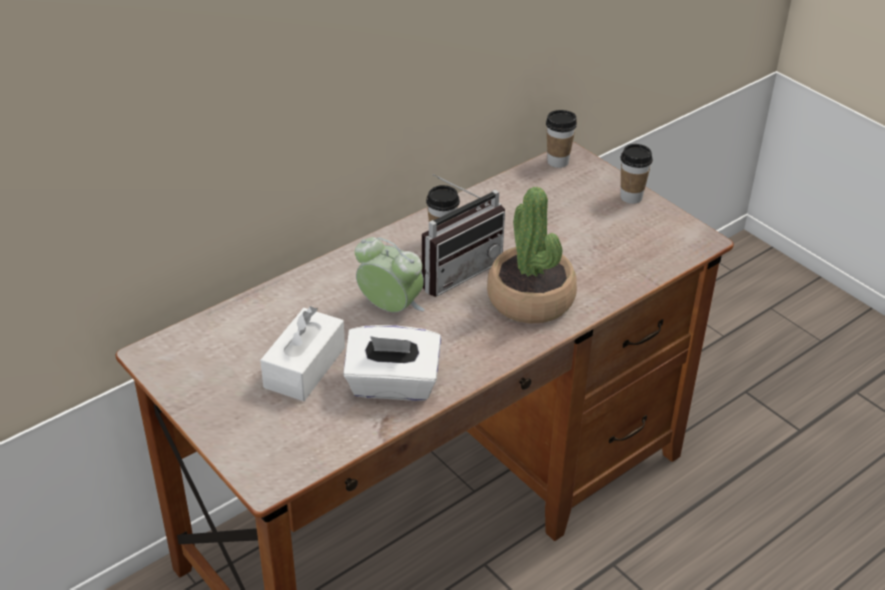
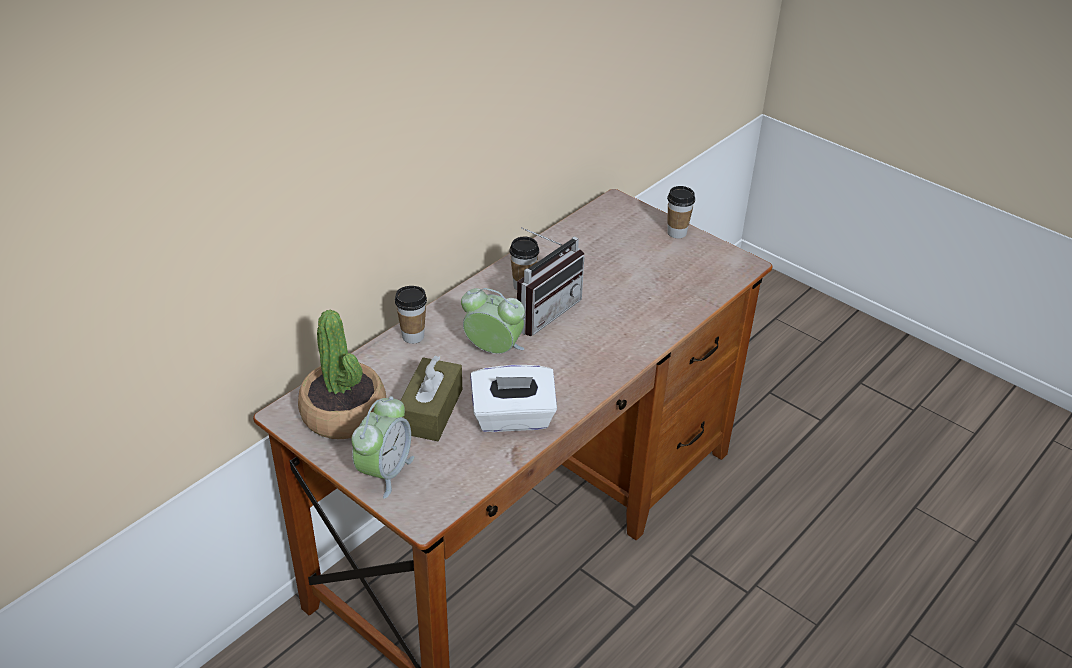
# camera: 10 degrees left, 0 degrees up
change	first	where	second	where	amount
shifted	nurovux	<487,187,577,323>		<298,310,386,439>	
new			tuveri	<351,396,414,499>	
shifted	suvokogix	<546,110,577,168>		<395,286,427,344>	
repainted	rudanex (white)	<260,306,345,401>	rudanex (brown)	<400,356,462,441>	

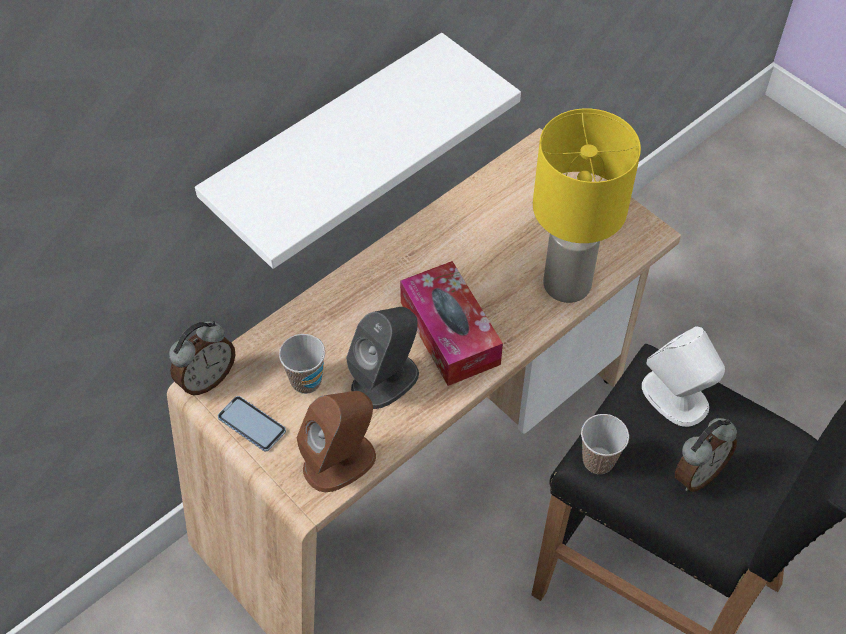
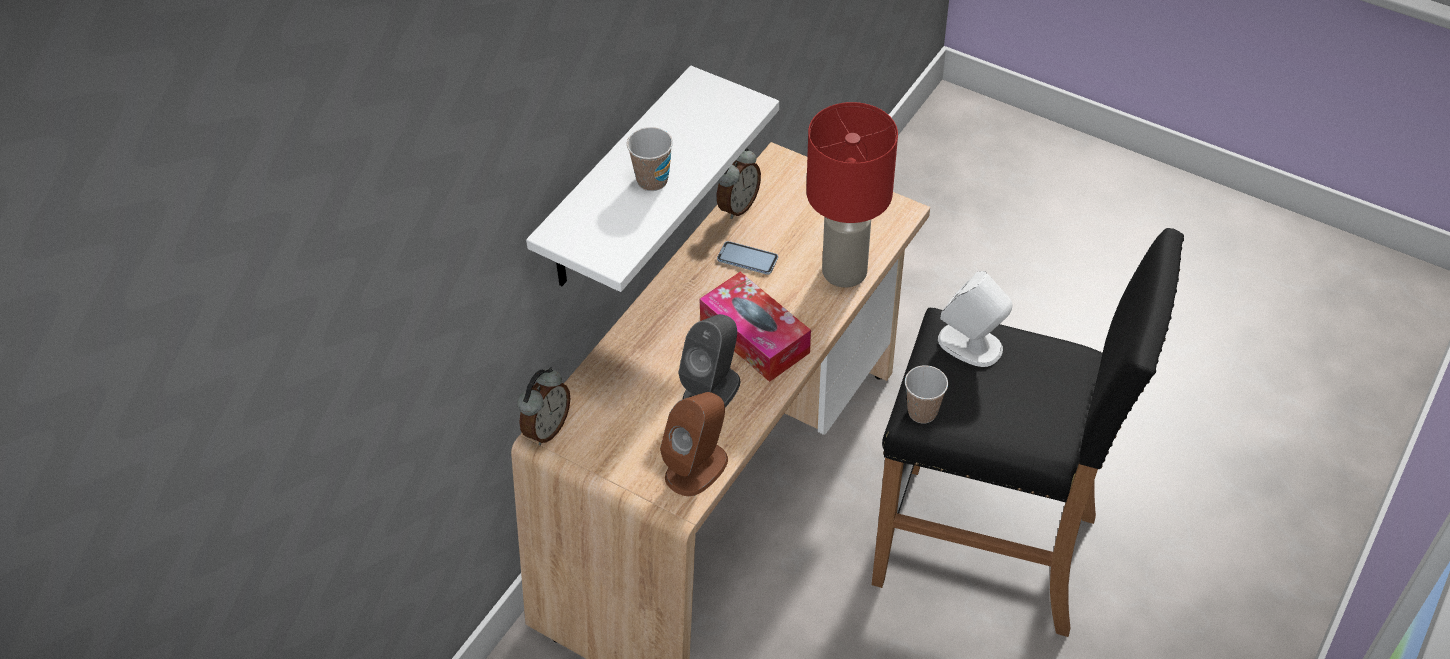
# camera: 15 degrees left, 5 degrees down
change	first	where	second	where	amount
shifted	suvokogix	<279,334,325,394>		<627,127,673,191>	
shifted	tuveri	<675,418,737,492>		<717,147,761,219>	
shifted	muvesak	<218,396,286,451>		<717,241,778,275>	
repainted	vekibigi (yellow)	<533,109,641,303>	vekibigi (red)	<806,102,898,288>	

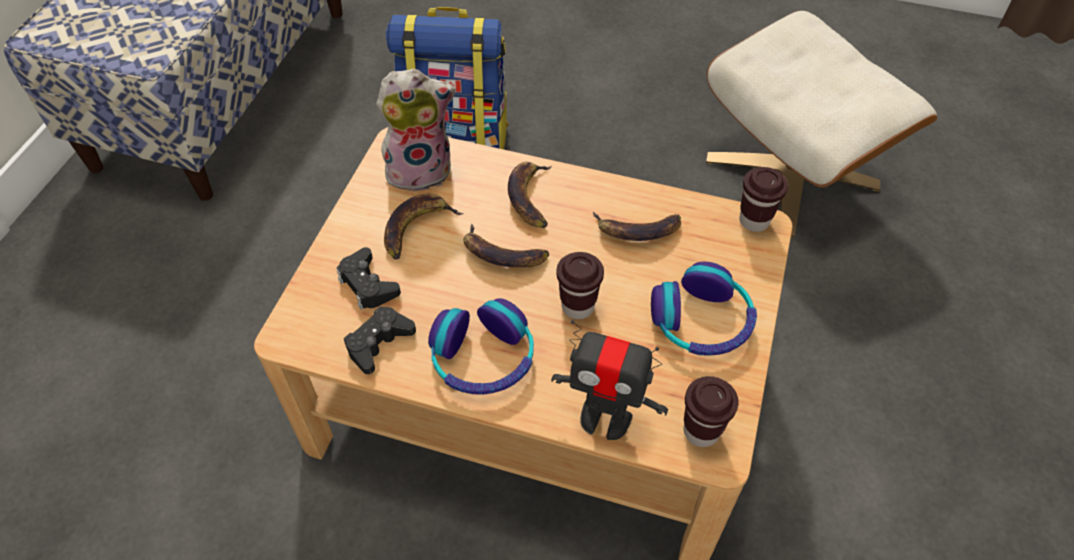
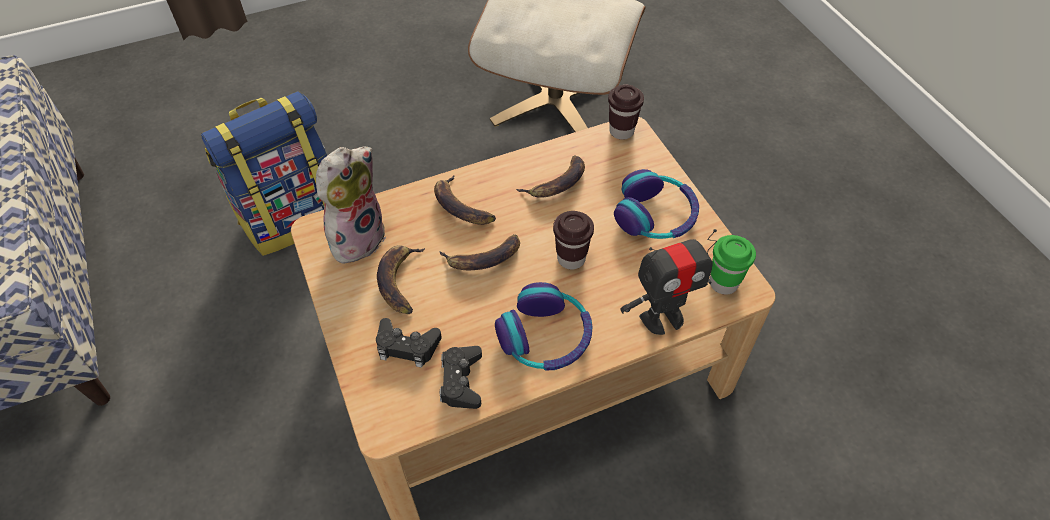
# camera: 40 degrees left, 0 degrees up
change	first	where	second	where	amount
repainted	suvokogix (brown)	<684,376,739,447>	suvokogix (green)	<710,235,756,295>	

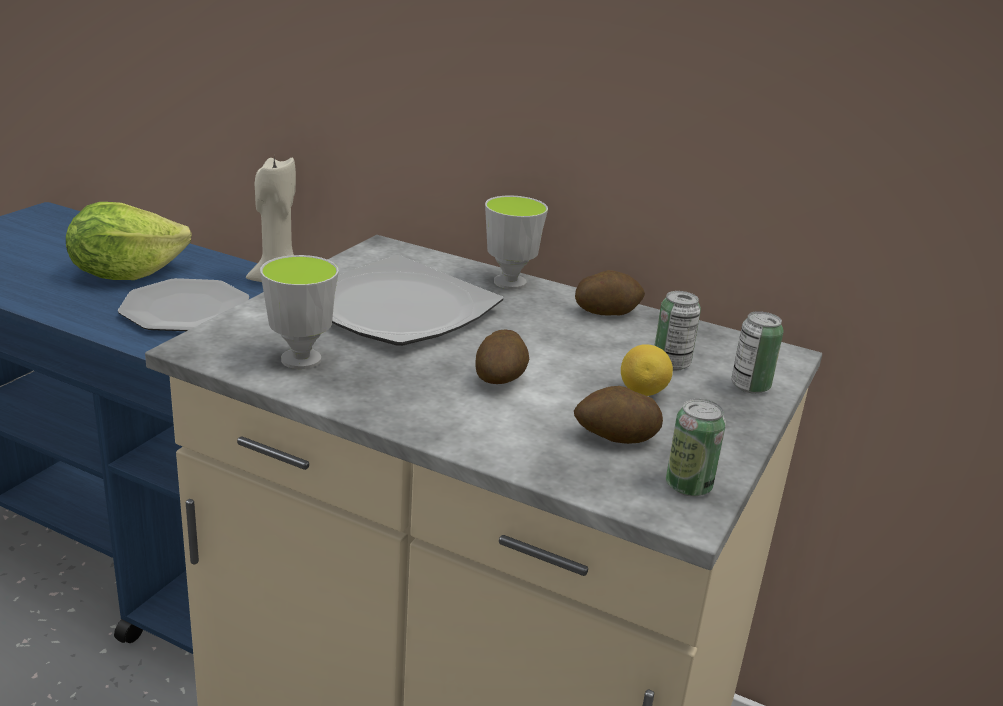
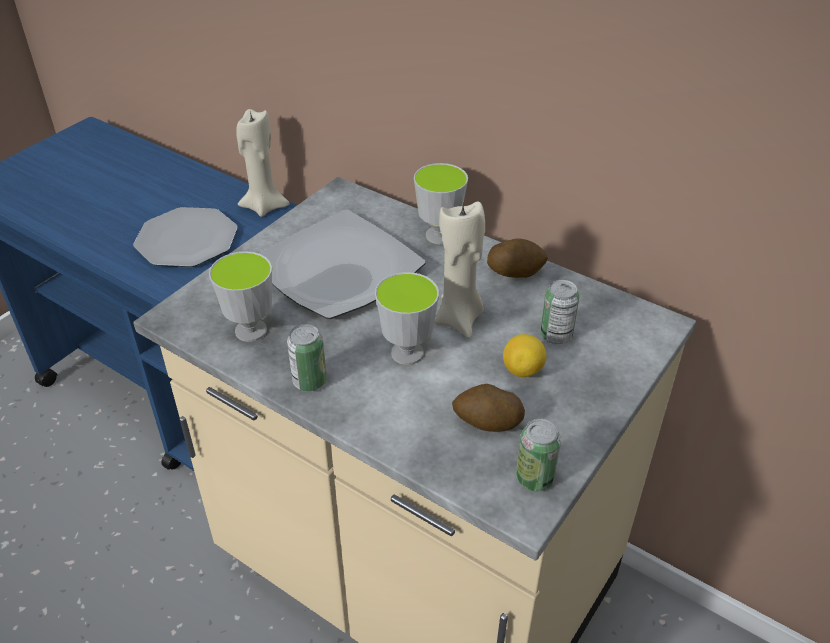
# camera: 10 degrees right, 15 degrees up
change	first	where	second	where	amount
shifted	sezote	<731,311,783,394>		<287,324,327,391>	
swapped	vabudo	<475,329,530,384>	suvokogix	<375,272,439,365>	
new			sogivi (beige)	<435,201,485,338>	
gone	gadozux	<66,202,192,280>			

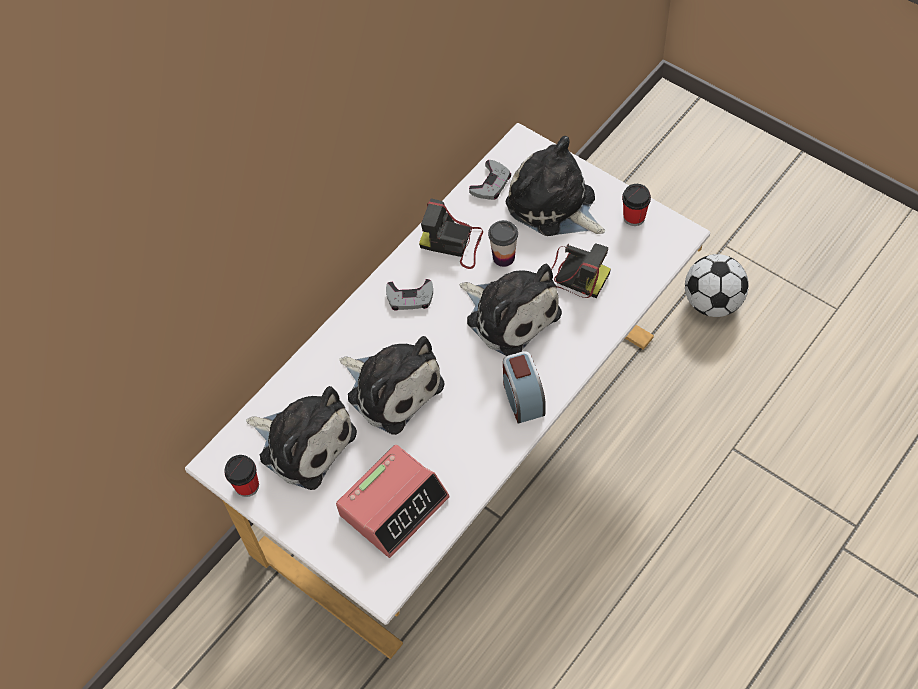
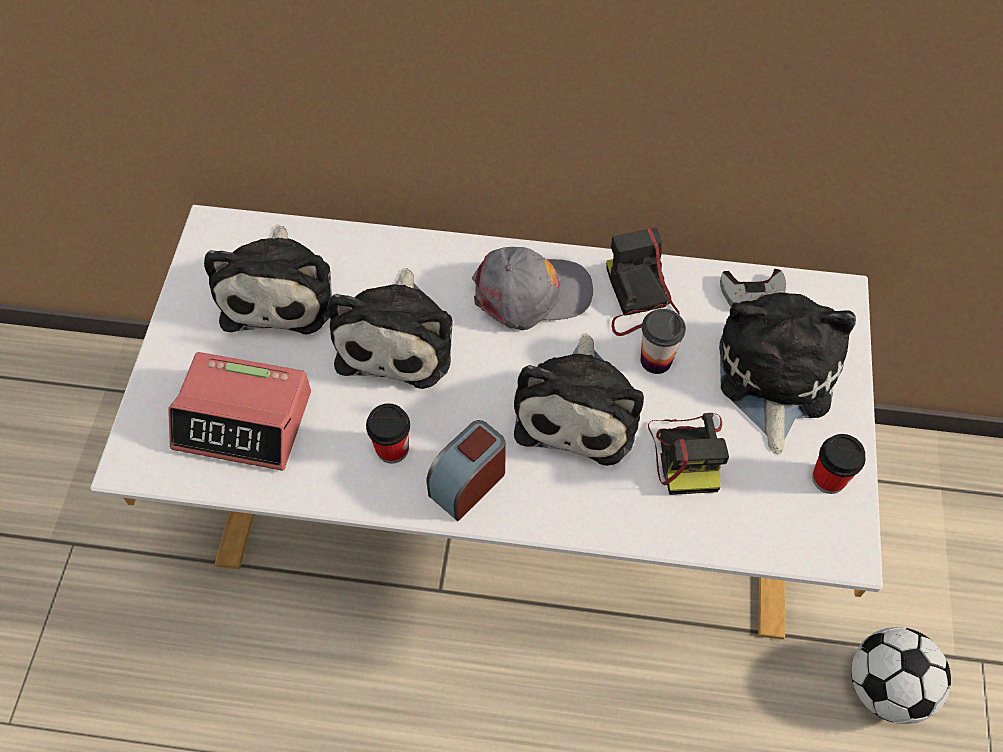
# camera: 55 degrees right, 0 degrees up
change	first	where	second	where	amount
shifted	suvokogix	<224,455,259,497>		<366,403,410,464>	
swapped	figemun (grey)	<386,279,433,311>	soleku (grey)	<471,247,593,330>	

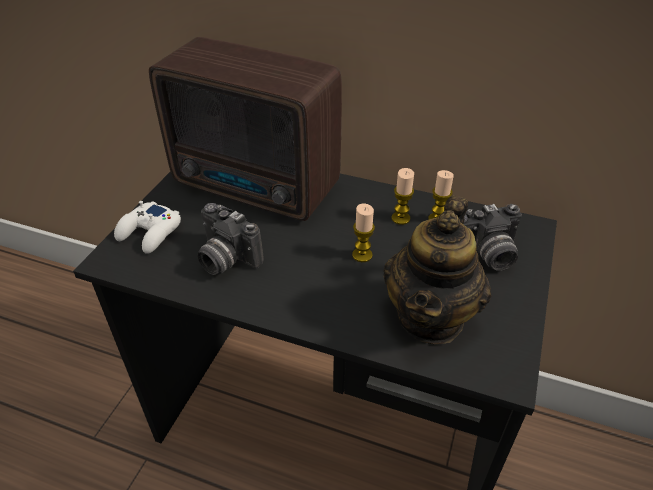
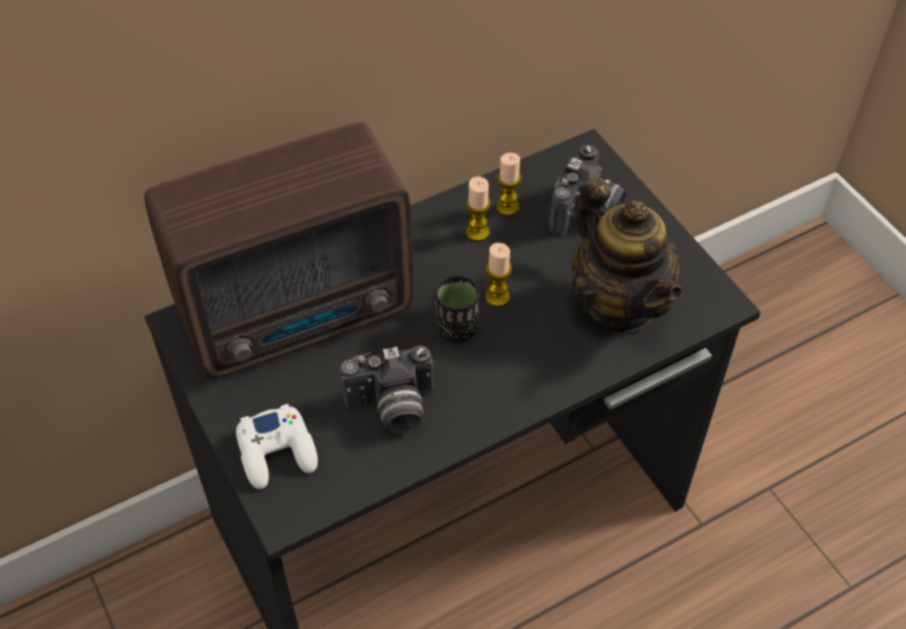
# camera: 50 degrees left, 10 degrees up
change	first	where	second	where	amount
new			suvokogix (black)	<435,274,479,343>	

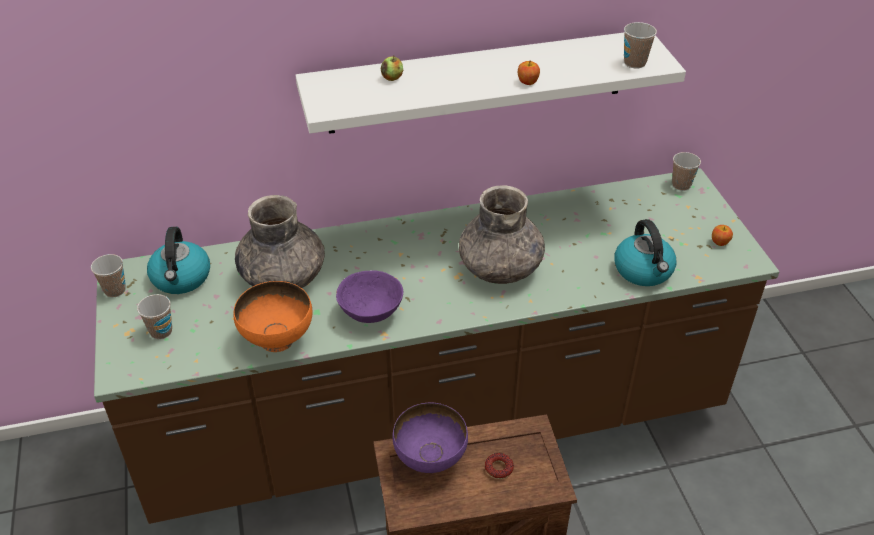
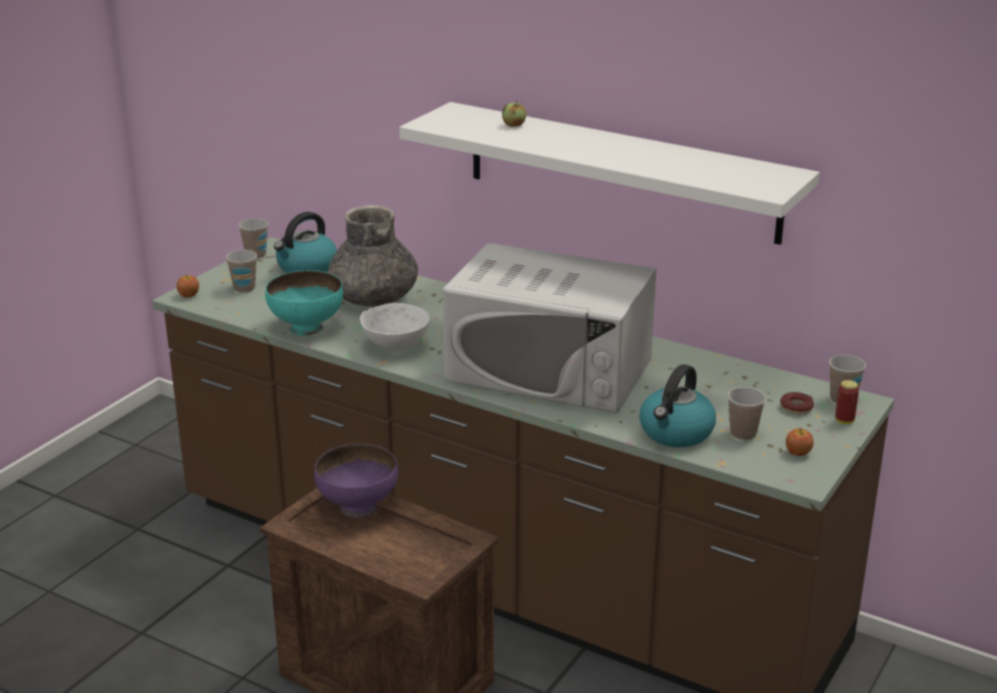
# camera: 45 degrees right, 15 degrees down
change	first	where	second	where	amount
shifted	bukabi	<518,61,540,85>		<177,274,199,298>	
repainted	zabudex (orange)	<234,281,312,352>	zabudex (turquoise)	<265,270,343,336>	
repainted	zabudex (purple)	<336,270,403,323>	zabudex (white)	<360,303,430,351>	
swapped	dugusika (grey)	<459,185,545,284>	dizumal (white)	<443,243,657,413>	
shifted	suvokogix	<624,22,657,69>		<728,387,766,440>	
shifted	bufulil	<485,453,514,479>		<780,392,814,414>	
new			sezote	<835,380,859,424>	

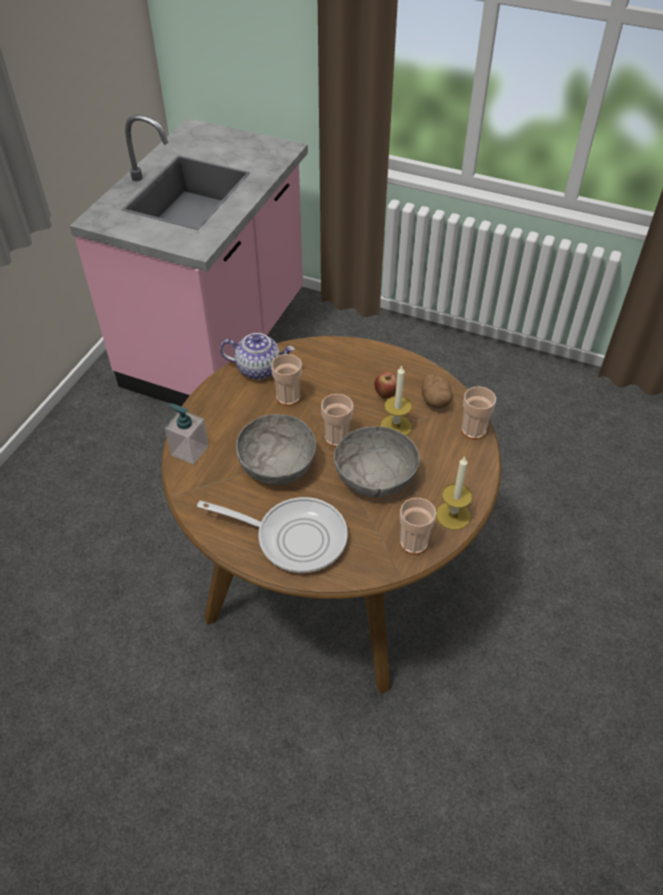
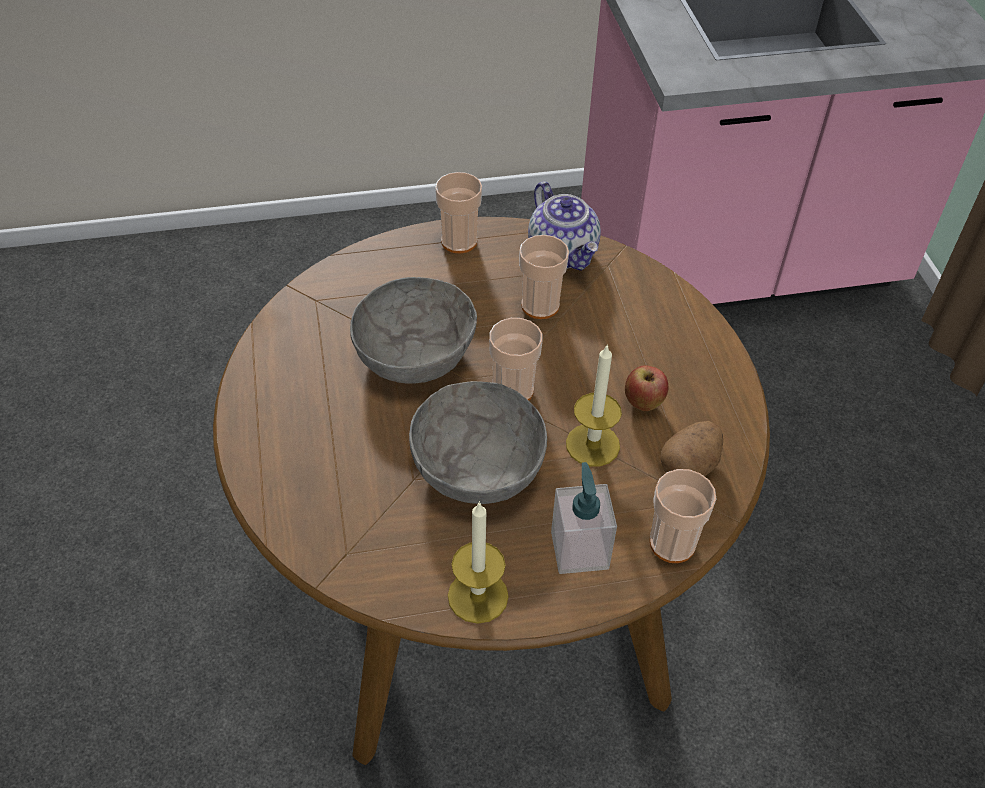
# camera: 55 degrees right, 0 degrees up
change	first	where	second	where	amount
shifted	suvokogix	<400,498,436,555>		<435,172,482,253>	
shifted	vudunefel	<165,403,209,465>		<551,462,617,574>	
gone	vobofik	<197,497,348,573>			

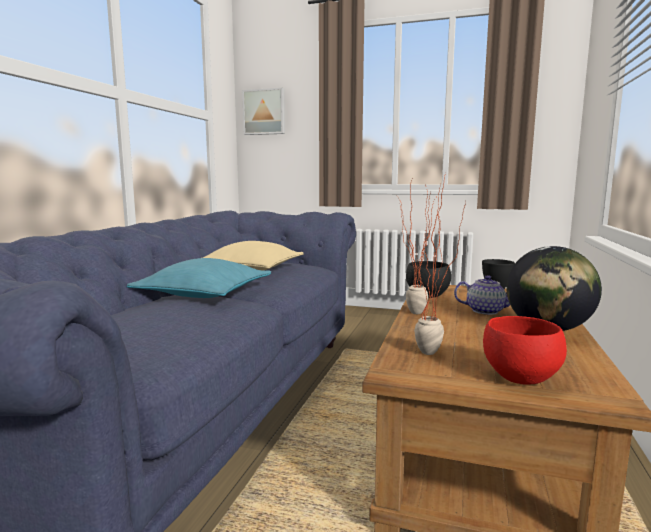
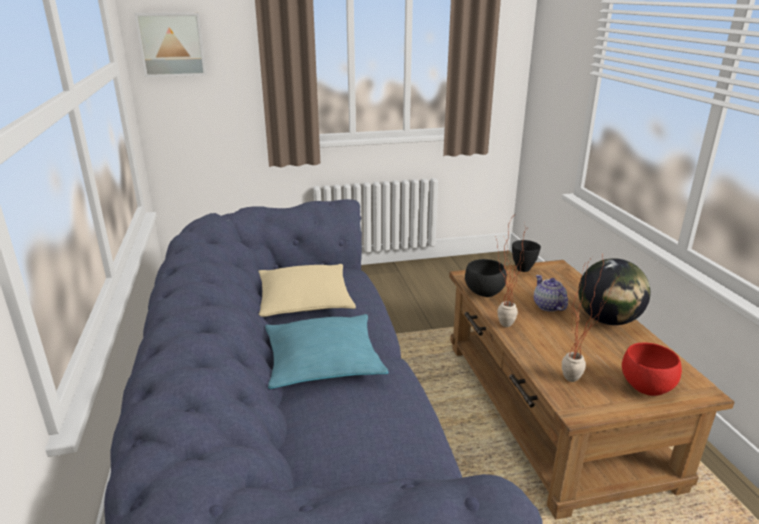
# camera: 30 degrees left, 15 degrees up
change	first	where	second	where	amount
rotated	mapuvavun	<454,275,510,315>		<534,275,568,312>	90 degrees counterclockwise

